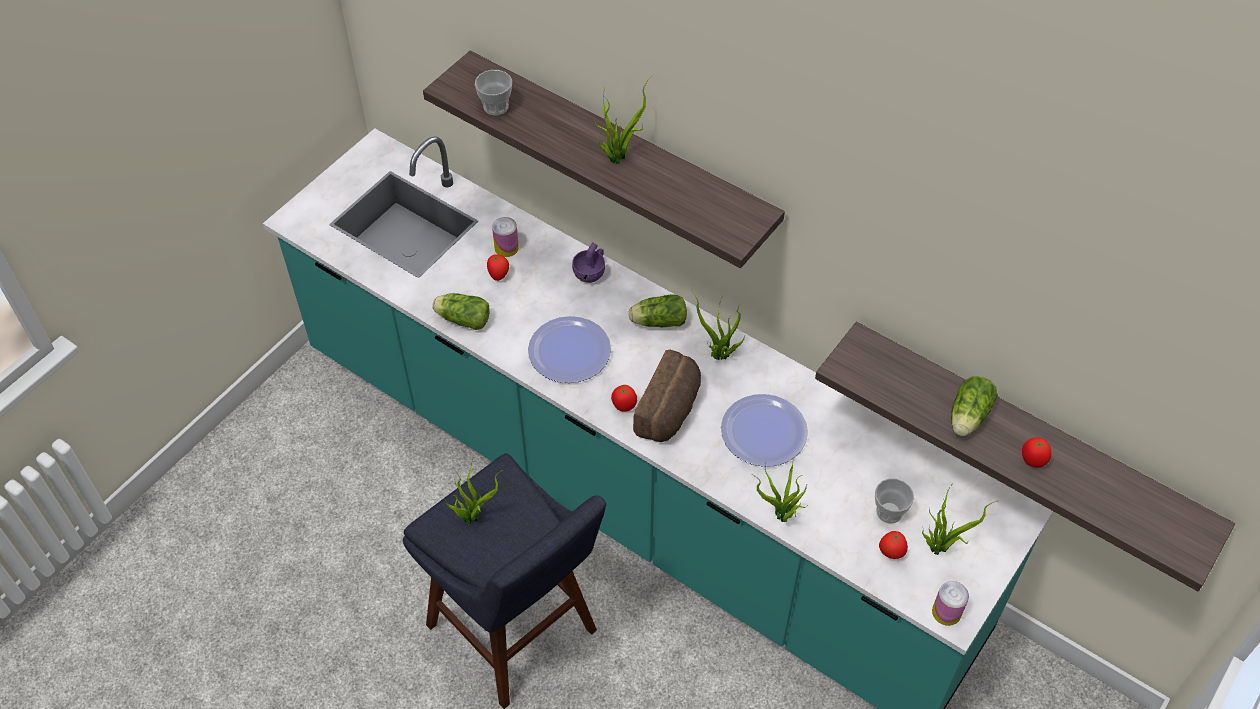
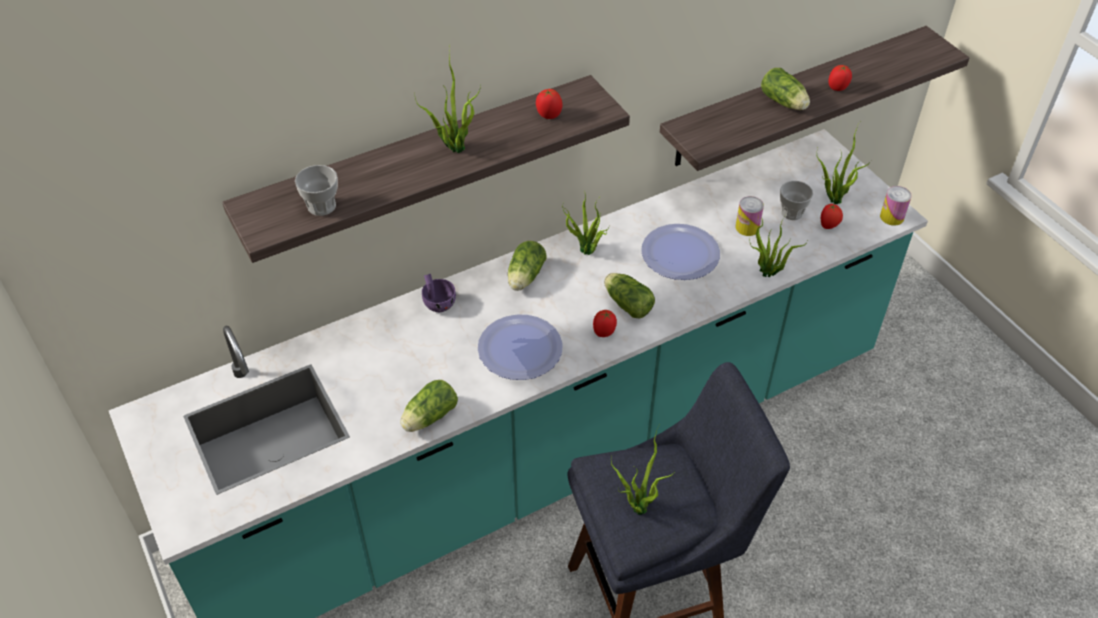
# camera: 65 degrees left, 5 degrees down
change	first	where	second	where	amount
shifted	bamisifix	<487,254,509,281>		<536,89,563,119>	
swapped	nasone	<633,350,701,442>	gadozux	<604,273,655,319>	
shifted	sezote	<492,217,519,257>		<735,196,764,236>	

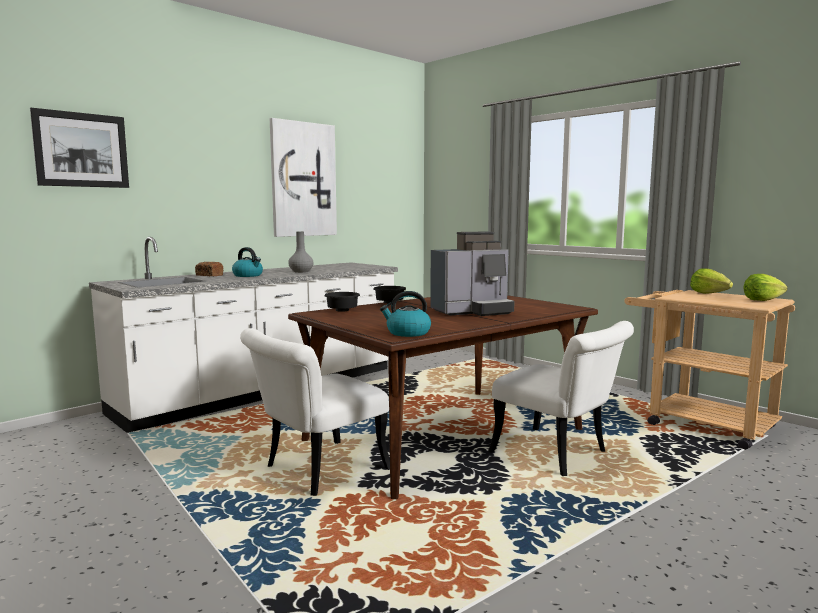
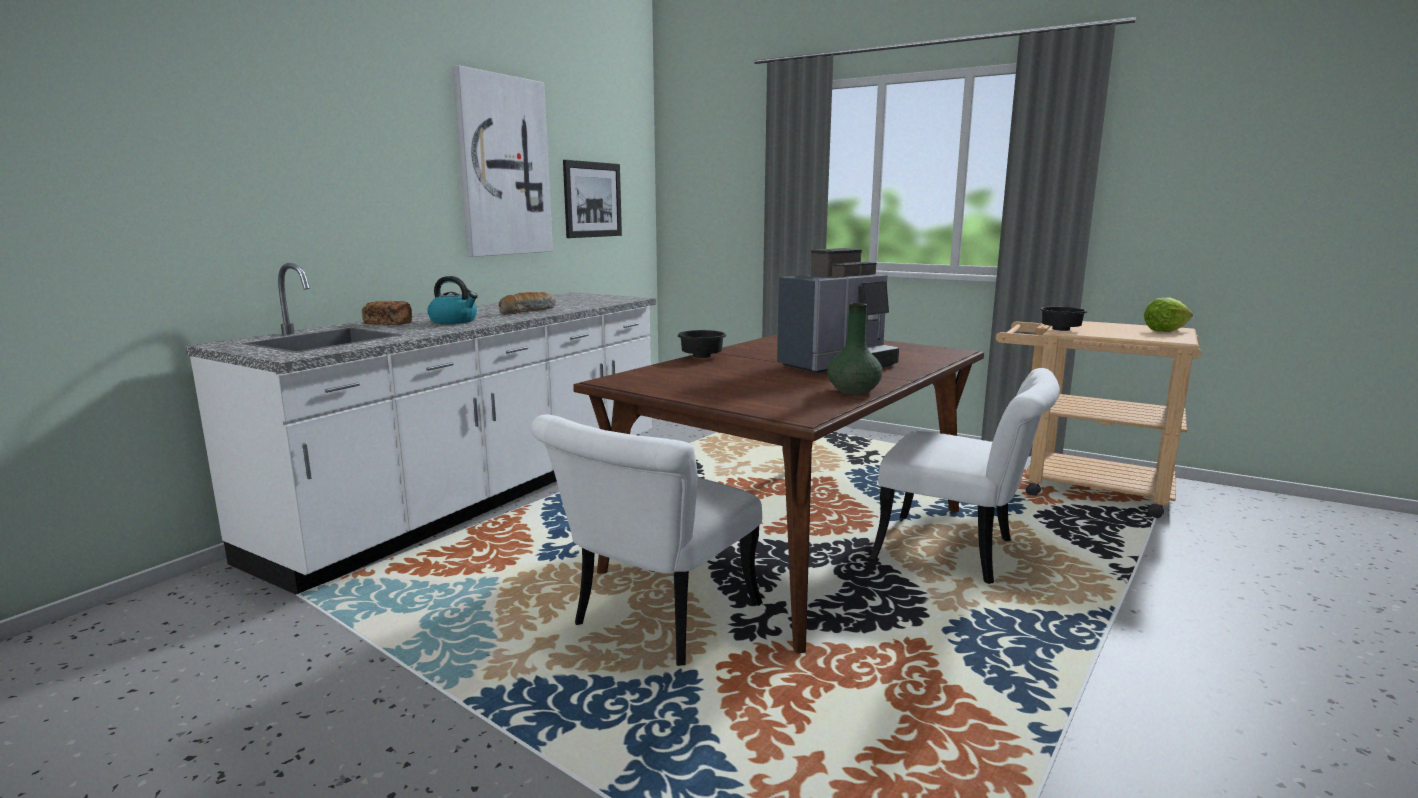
# camera: 15 degrees left, 5 degrees up
change	first	where	second	where	amount
swapped	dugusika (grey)	<288,231,314,273>	nasone	<499,292,556,315>	
shifted	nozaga	<30,108,129,188>		<563,160,622,238>	
new			dugusika (green)	<827,303,883,395>	
shifted	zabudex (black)	<324,292,360,312>		<1040,307,1087,331>	
gone	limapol	<380,291,431,337>			
gone	gadozux	<690,268,733,294>			

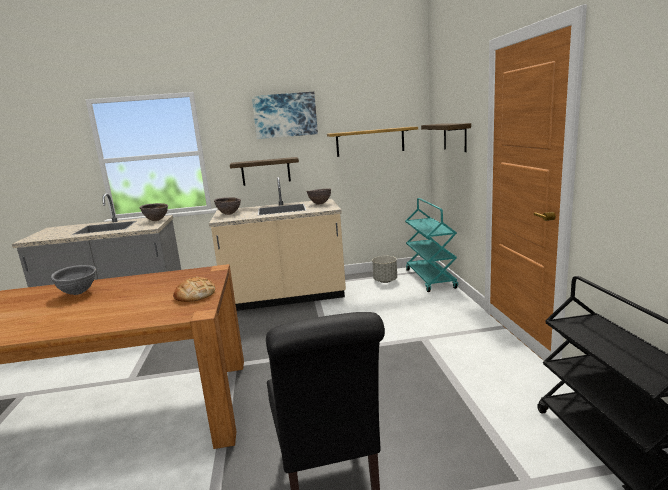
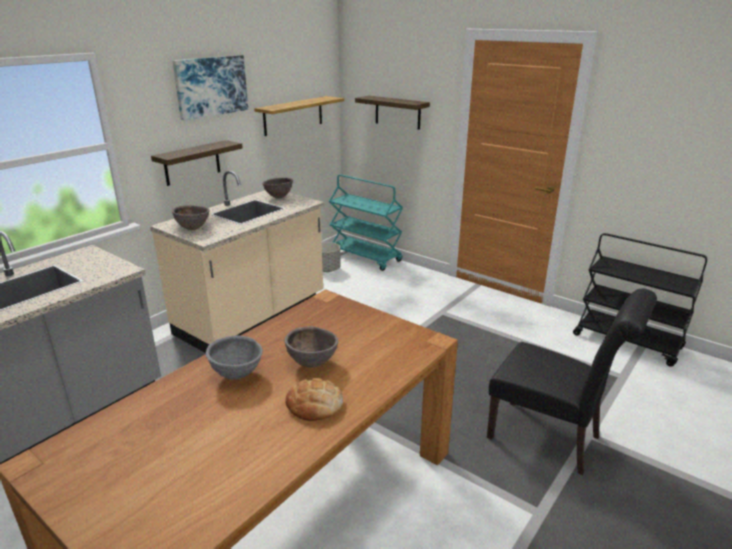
# camera: 45 degrees left, 10 degrees up
change	first	where	second	where	amount
shifted	zabudex (brown)	<140,203,168,221>		<285,326,338,368>	
shifted	nasone	<173,277,215,302>		<285,378,343,421>	

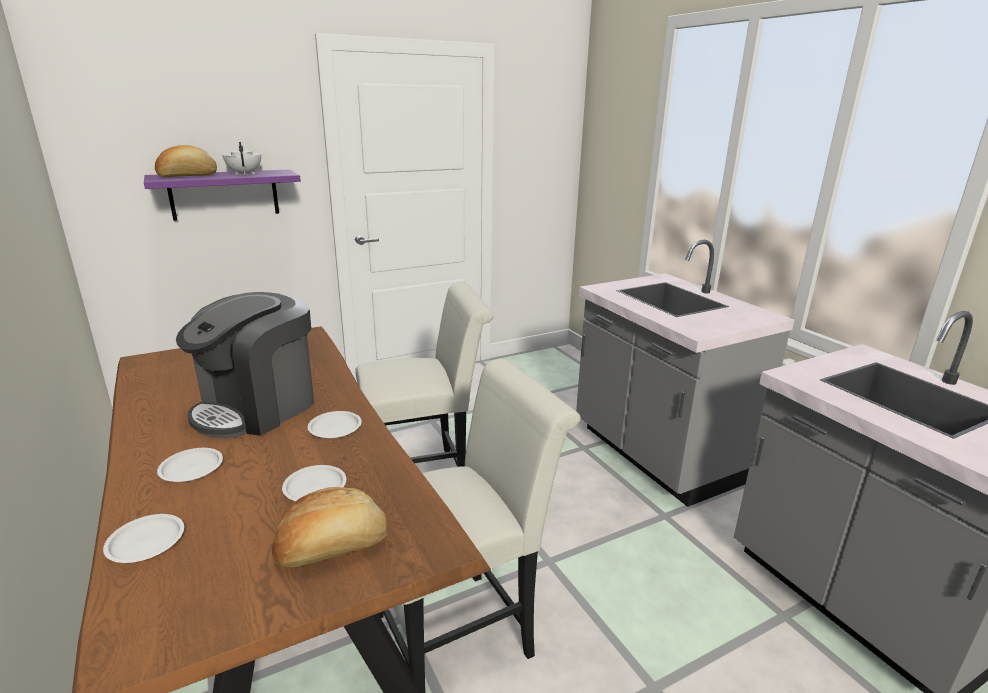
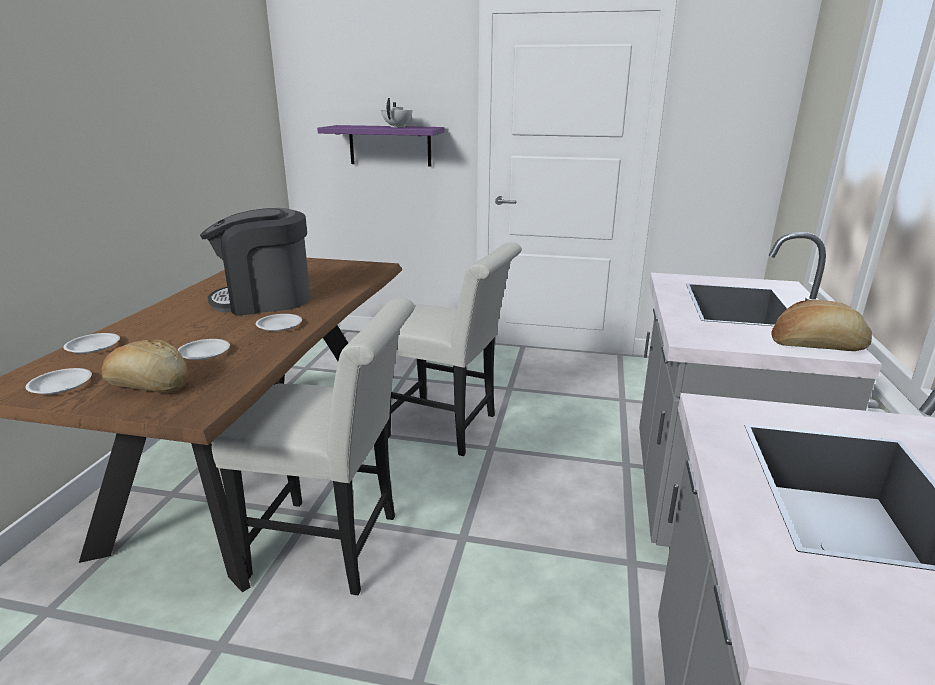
# camera: 40 degrees right, 0 degrees up
change	first	where	second	where	amount
shifted	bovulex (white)	<157,448,223,482>		<26,368,92,394>	
shifted	nasone	<155,145,217,177>		<771,300,872,351>	

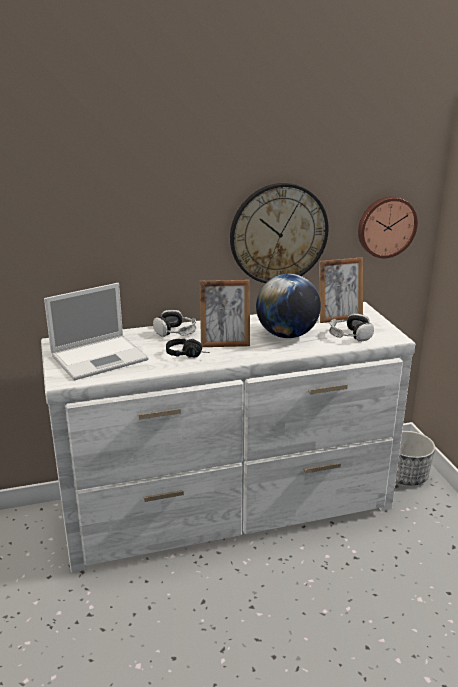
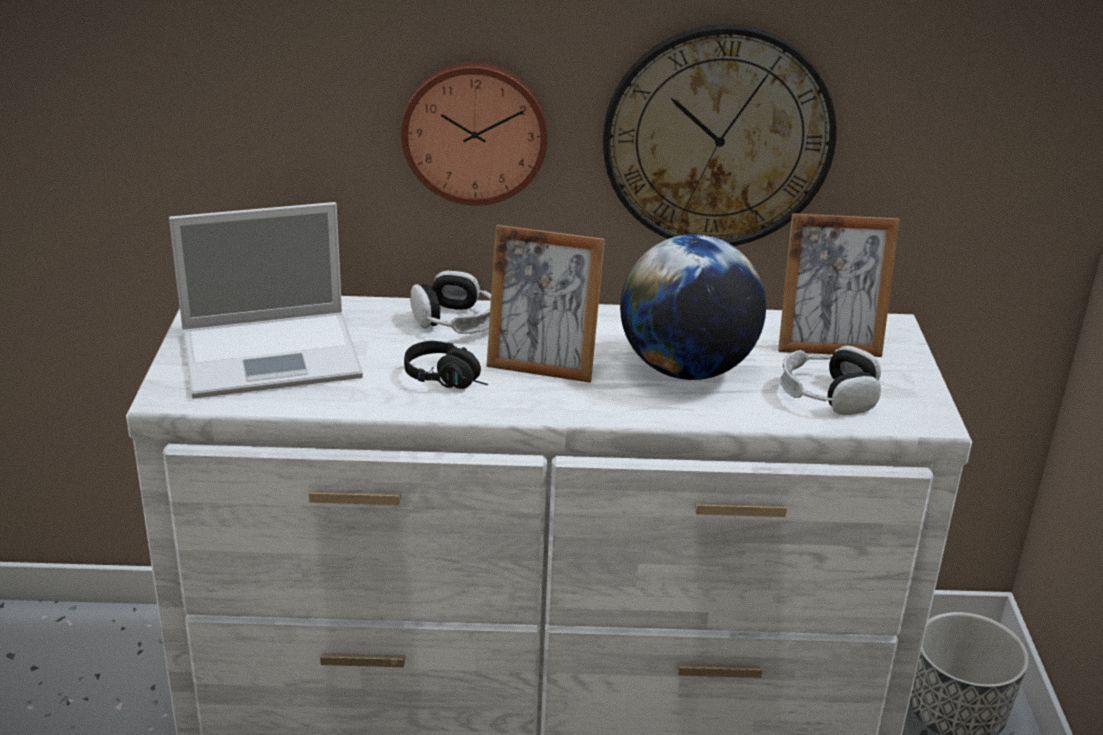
# camera: 15 degrees right, 5 degrees up
change	first	where	second	where	amount
shifted	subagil	<358,196,418,258>		<401,61,548,205>	

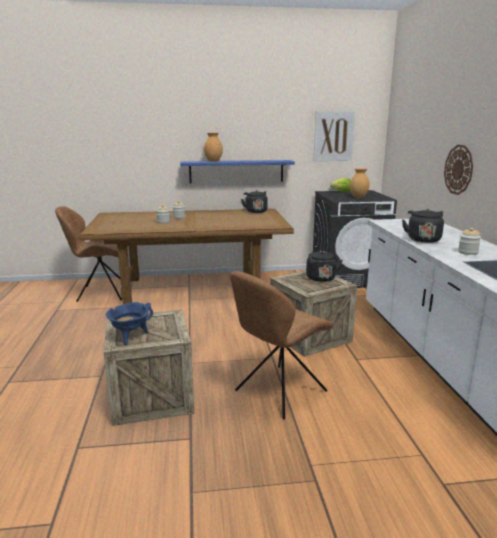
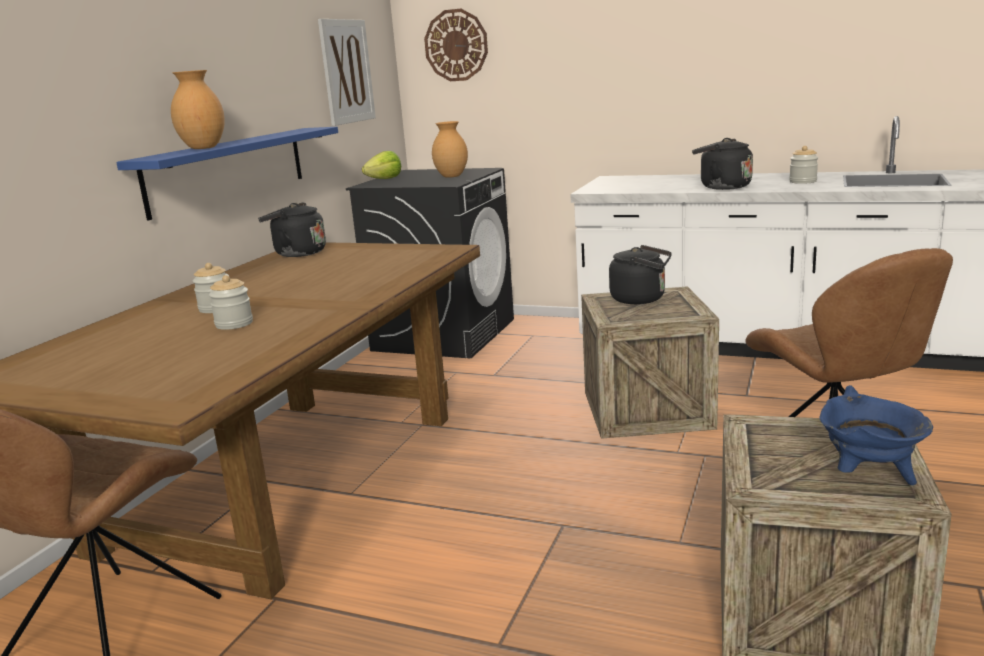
# camera: 60 degrees left, 0 degrees up
change	first	where	second	where	amount
shifted	subagil	<444,145,473,195>		<424,9,488,81>	

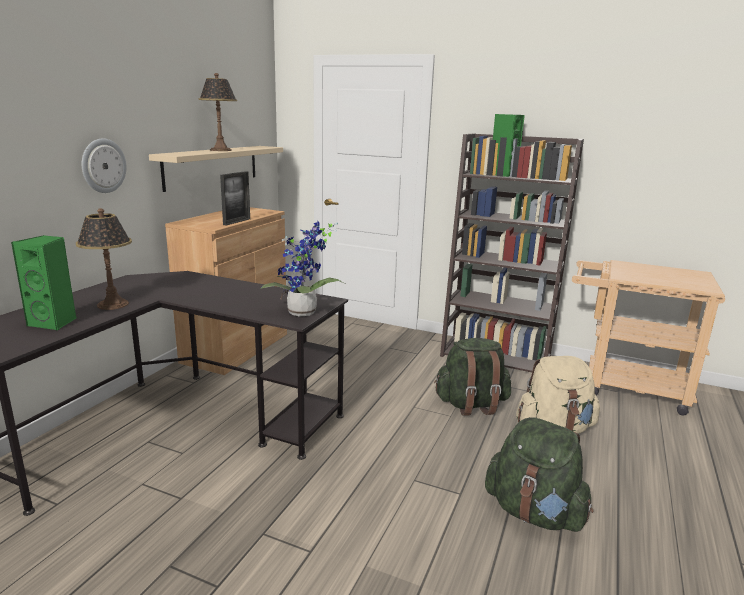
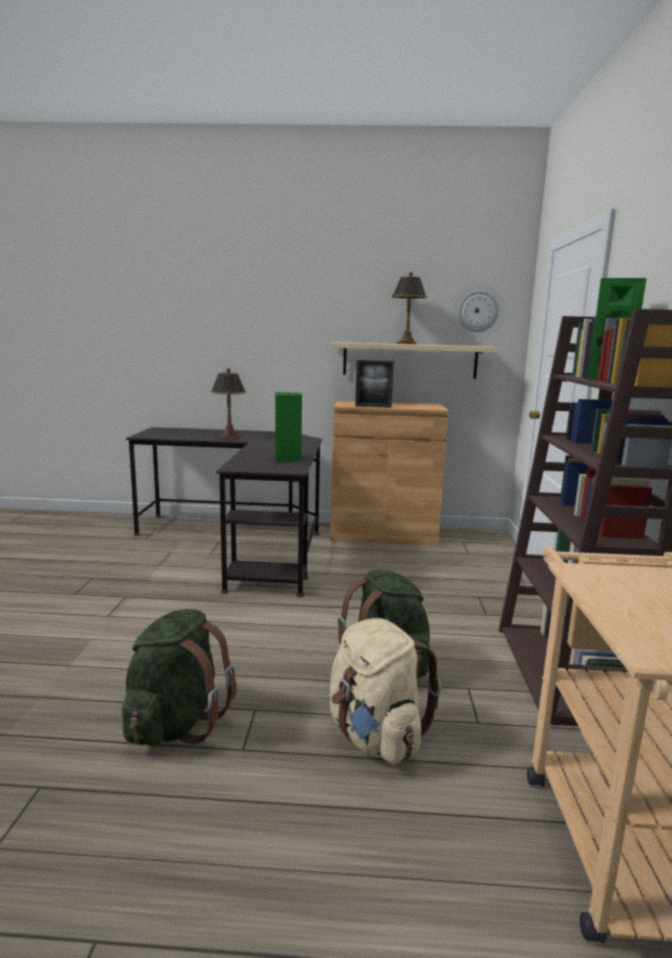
# camera: 70 degrees right, 5 degrees down
change	first	where	second	where	amount
shifted	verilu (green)	<11,235,76,331>		<275,392,302,462>	
shifted	subagil	<82,138,127,193>		<458,290,499,332>	
gone	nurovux	<261,221,344,316>			

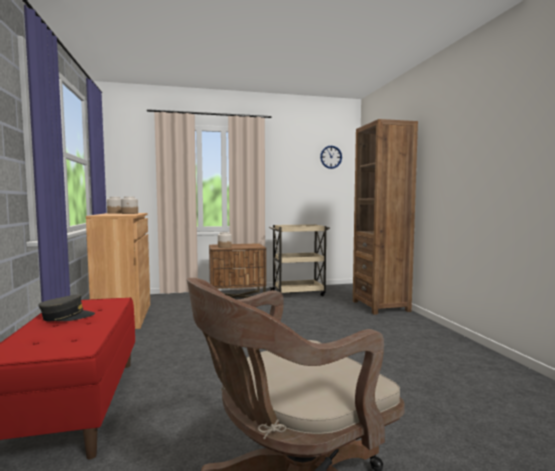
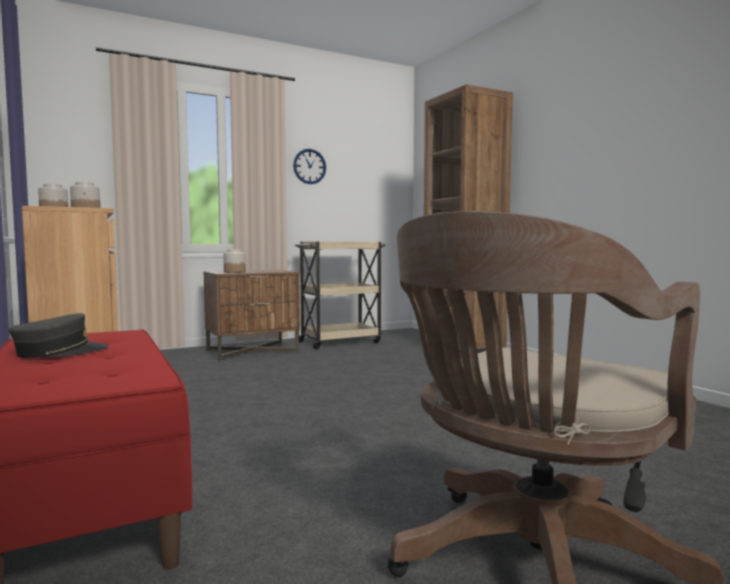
# camera: 15 degrees left, 0 degrees up
change	first	where	second	where	amount
shifted	subagil	<320,145,342,169>		<293,149,326,184>	

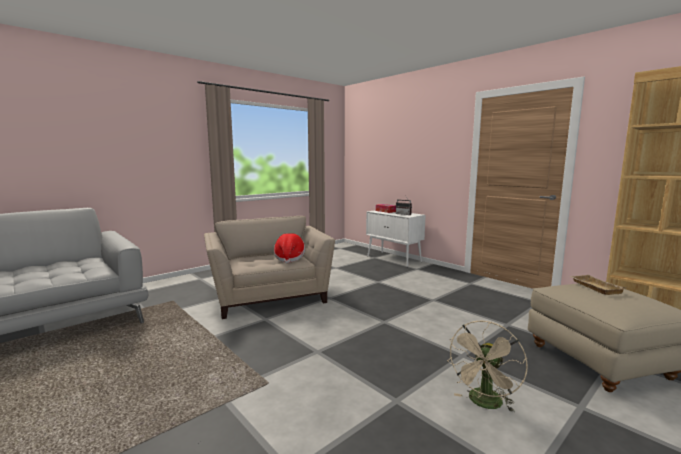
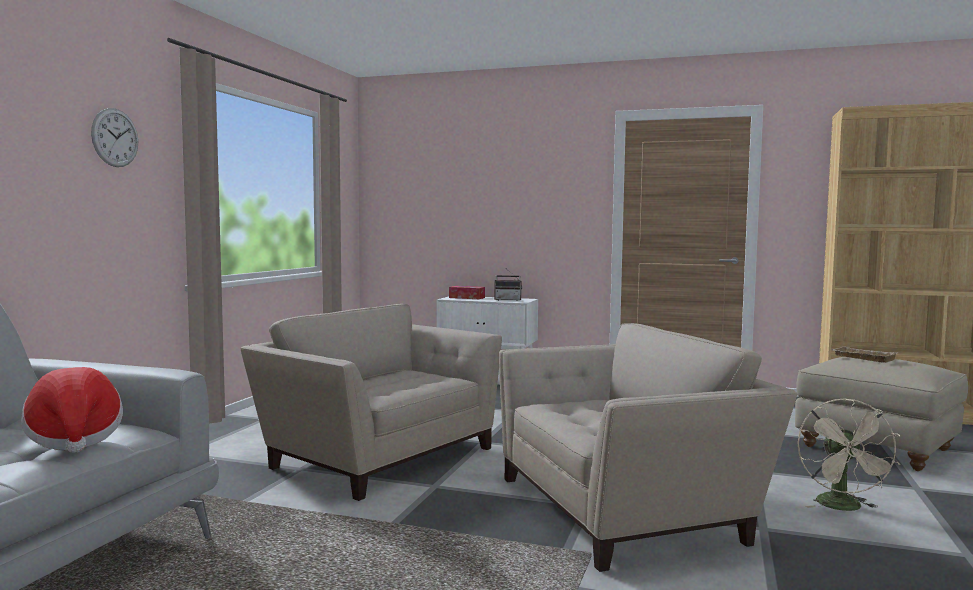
# camera: 30 degrees left, 5 degrees down
change	first	where	second	where	amount
shifted	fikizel	<274,233,305,263>		<21,367,123,453>	
new			subagil	<91,108,138,167>	
new			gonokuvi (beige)	<499,323,797,572>	

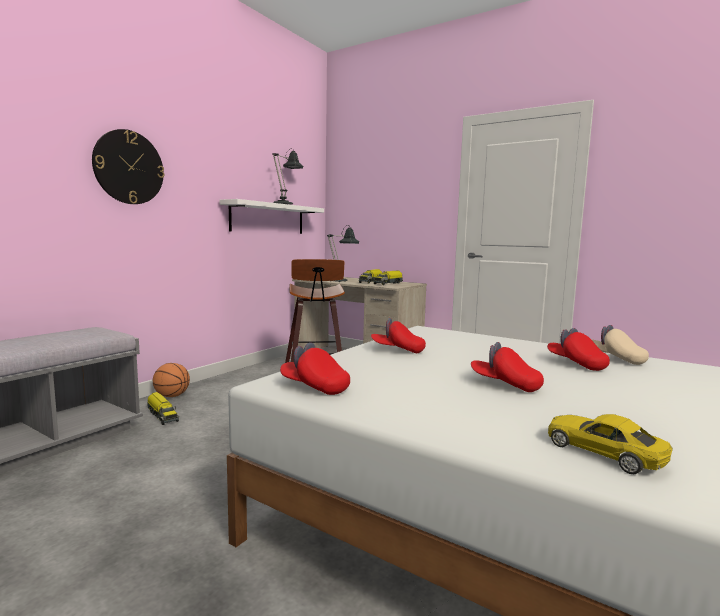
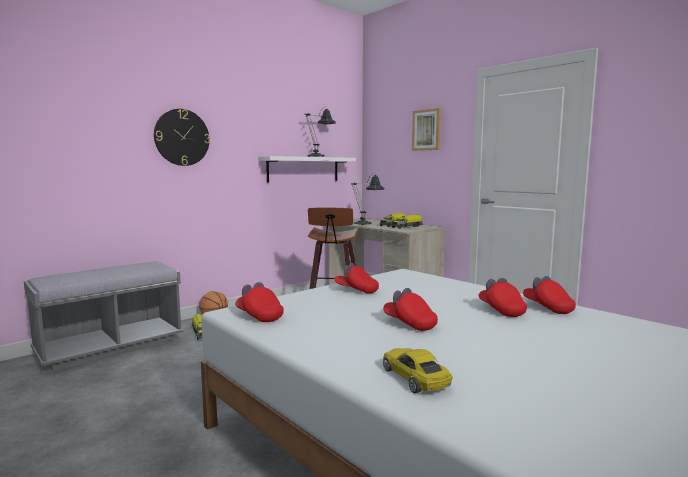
# camera: 15 degrees right, 0 degrees up
change	first	where	second	where	amount
new			nozaga	<412,108,441,151>	
repainted	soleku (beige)	<591,325,649,365>	soleku (red)	<523,276,576,314>	

